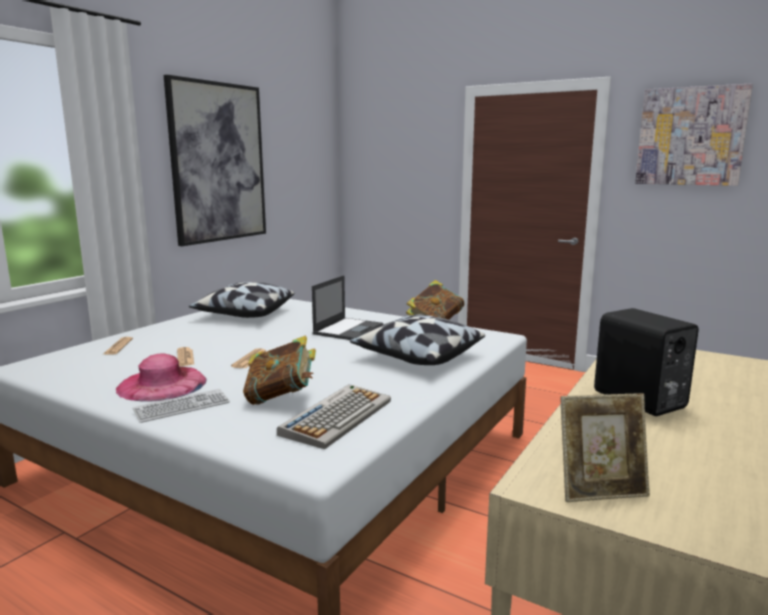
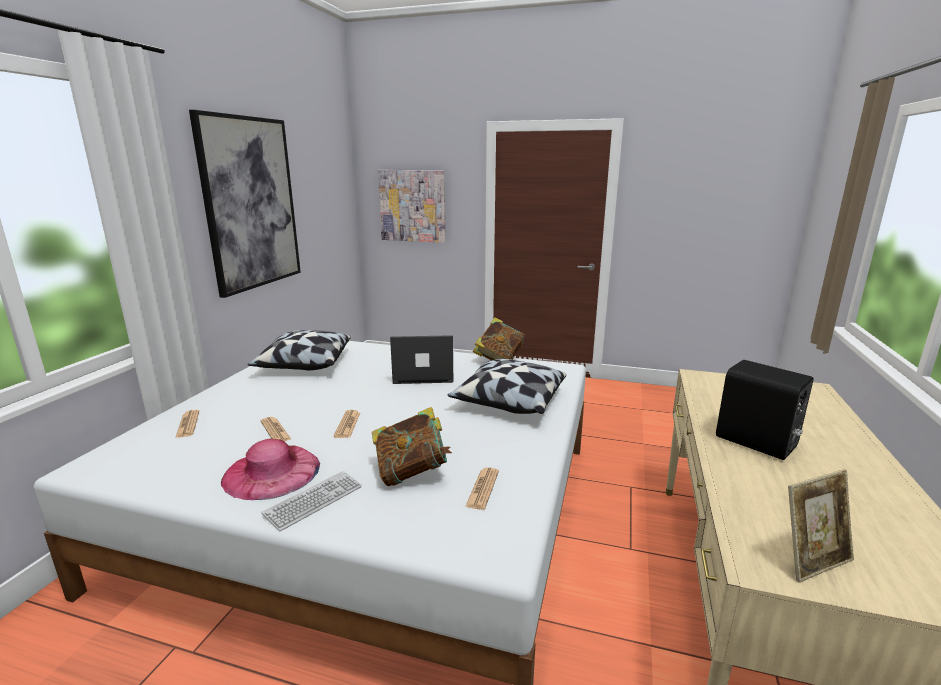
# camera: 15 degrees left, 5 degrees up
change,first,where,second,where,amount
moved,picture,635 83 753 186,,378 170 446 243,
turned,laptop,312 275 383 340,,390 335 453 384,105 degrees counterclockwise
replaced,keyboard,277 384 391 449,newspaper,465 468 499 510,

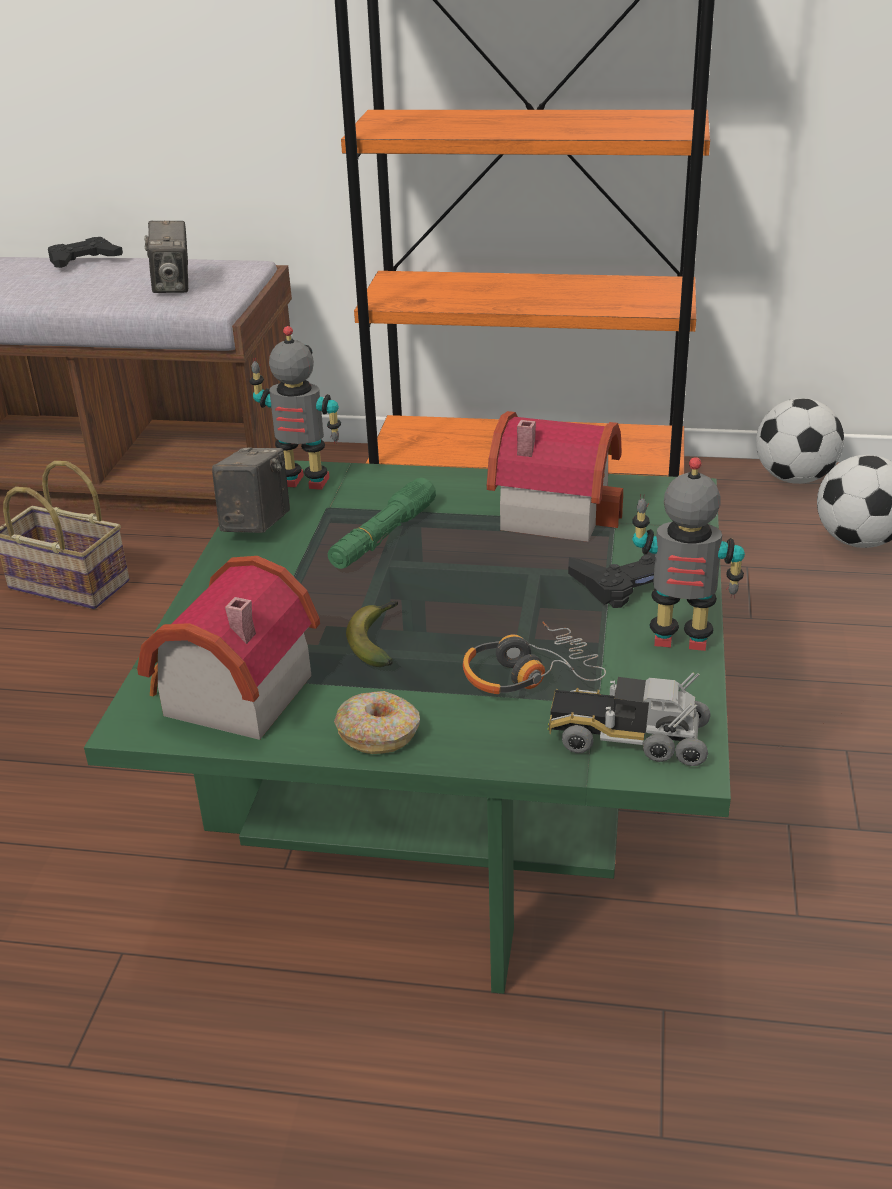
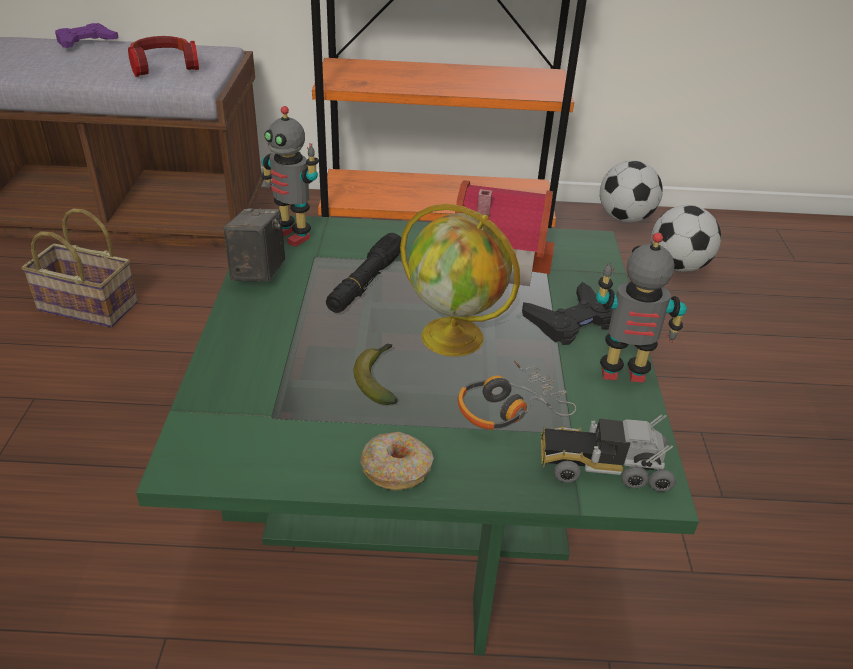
# camera: 10 degrees left, 5 degrees up
change,first,where,second,where,amount
replaced,photo camera,144 221 188 293,headphones,128 36 199 77,
recoloured,game controller (black),48 237 123 268,game controller (purple),55 23 118 48,
turned,toy robot,249 326 341 490,,261 106 319 247,150 degrees counterclockwise
recoloured,flashlight (green),328 478 436 569,flashlight (black),326 233 401 313,
removed,toy house,137 556 320 740,,,
added,,,globe,400 204 520 357,

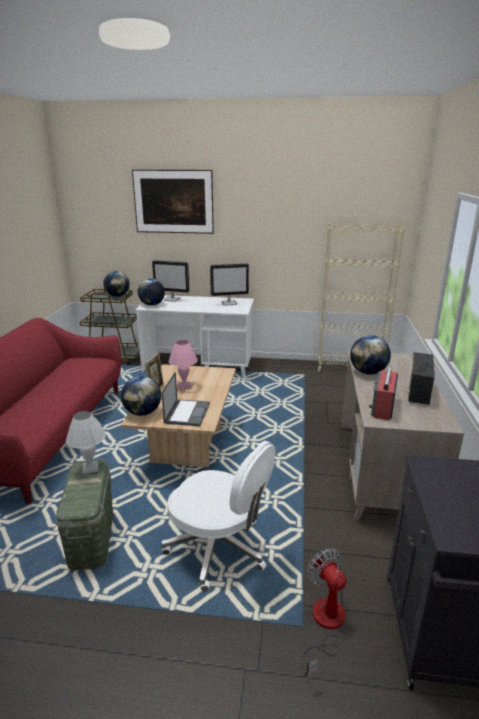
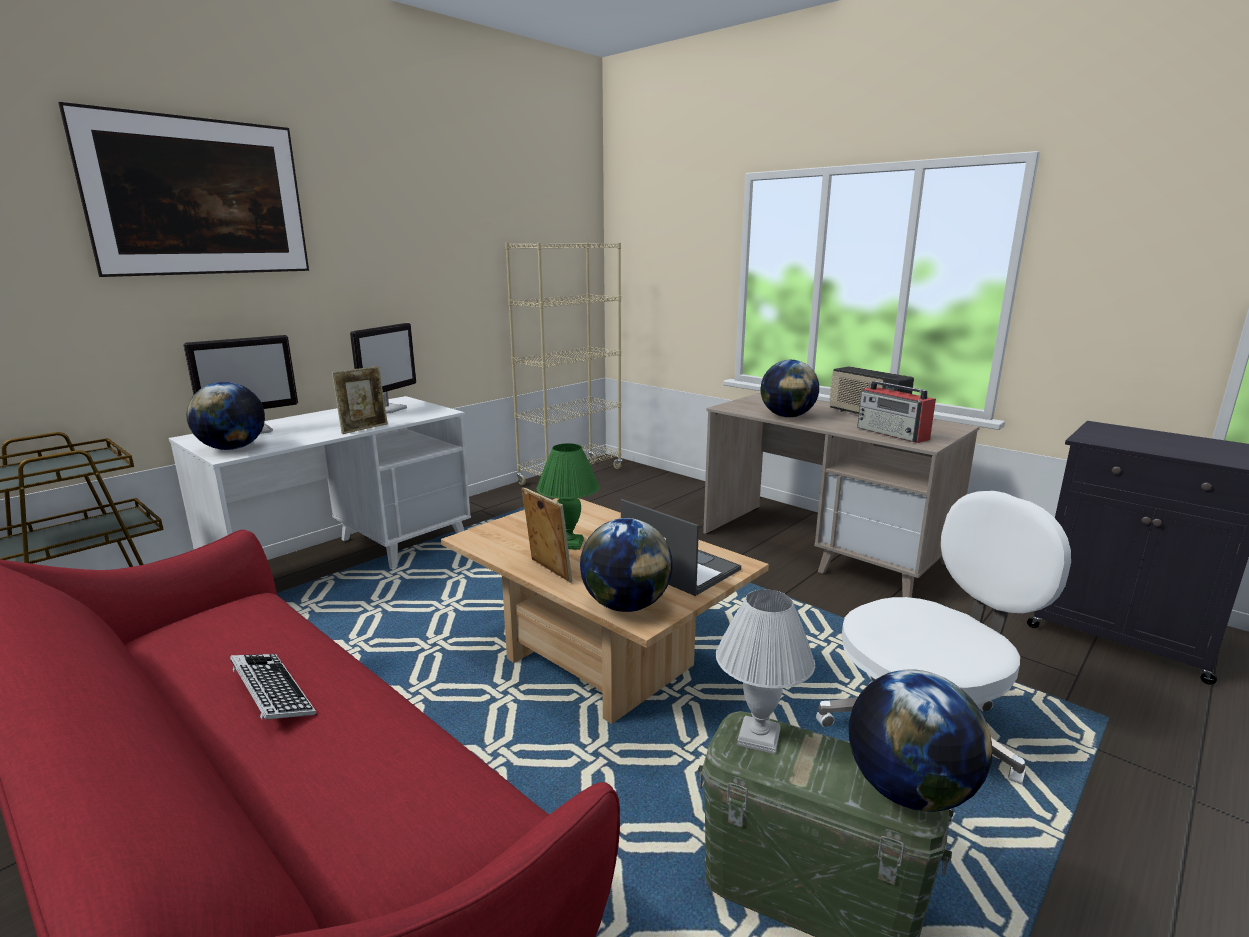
# camera: 55 degrees left, 5 degrees down
change,first,where,second,where,amount
moved,globe,103 271 130 297,,849 669 992 812,
recoloured,table lamp (pink),168 340 198 390,table lamp (green),537 443 600 550,
removed,fan,302 548 347 676,,,
added,,,picture frame,332 366 388 434,
added,,,keyboard,230 654 316 720,

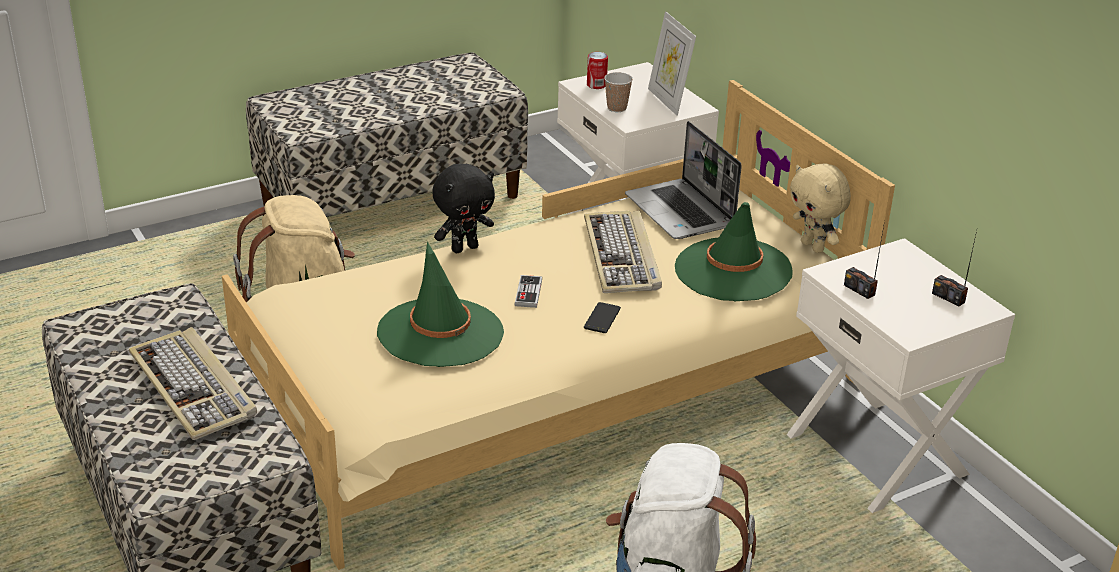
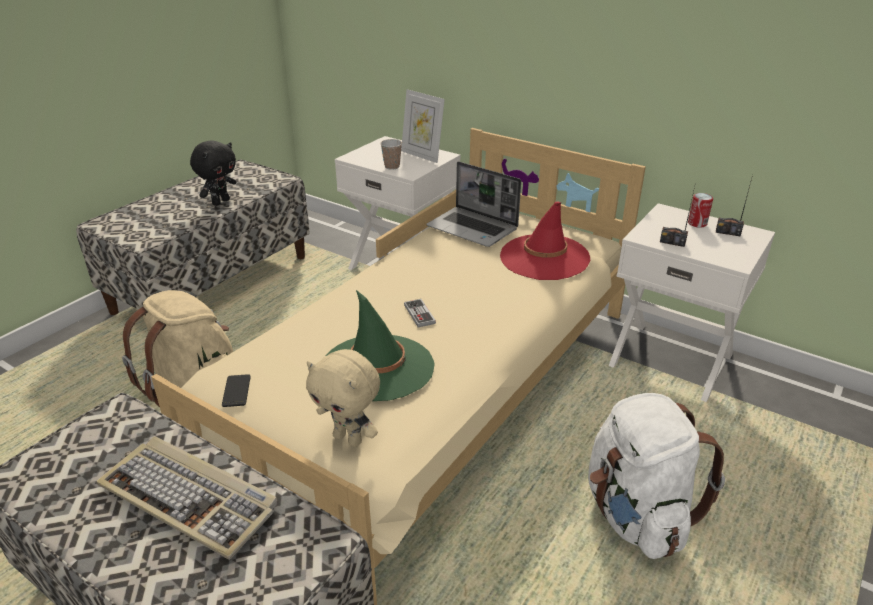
# camera: 25 degrees left, 0 degrees up
change,first,where,second,where,amount
moved,can,587 52 608 89,,688 193 713 228,
moved,plush toy (beige),790 163 851 253,,306 349 380 447,
moved,plush toy (black),432 164 495 253,,190 140 236 206,
recoloured,hat (green),675 202 793 301,hat (red),500 202 590 280,
removed,keyboard,584 211 662 293,,,
moved,phone,584 302 621 333,,222 374 251 407,

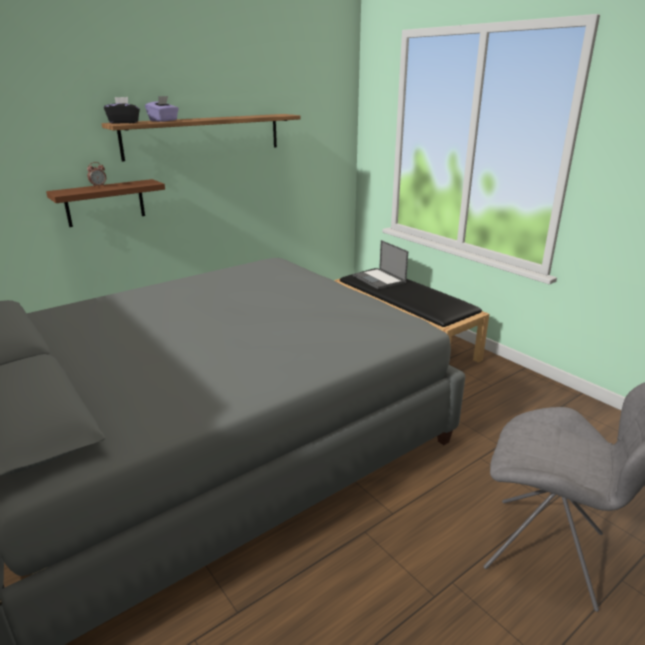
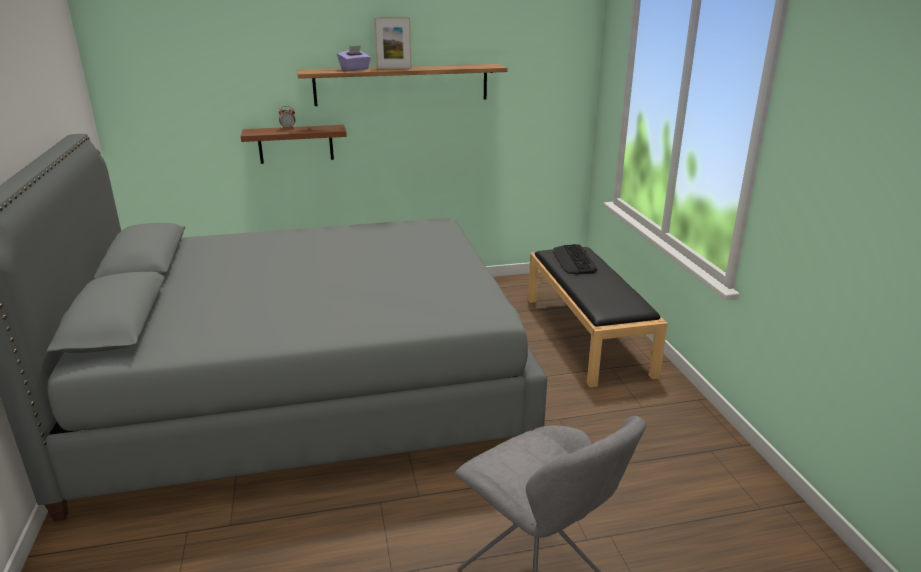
# camera: 25 degrees right, 0 degrees up
change,first,where,second,where,amount
removed,tissue box (black),104 97 140 124,,,
replaced,laptop,353 240 408 289,keyboard,553 244 597 274,
added,,,picture frame,374 17 412 69,

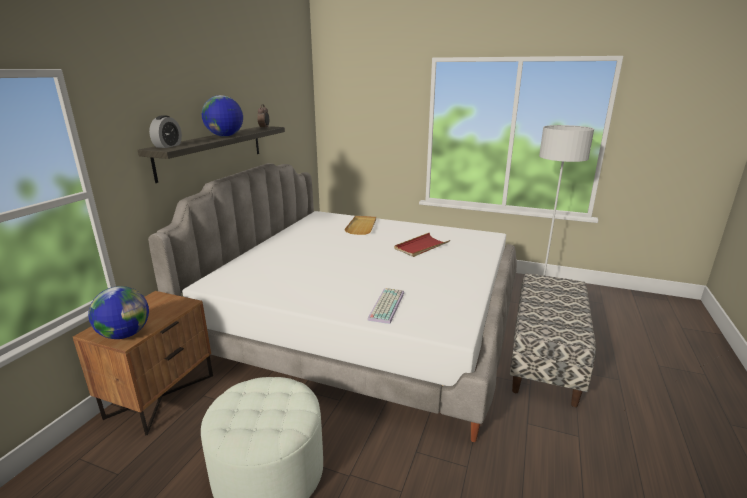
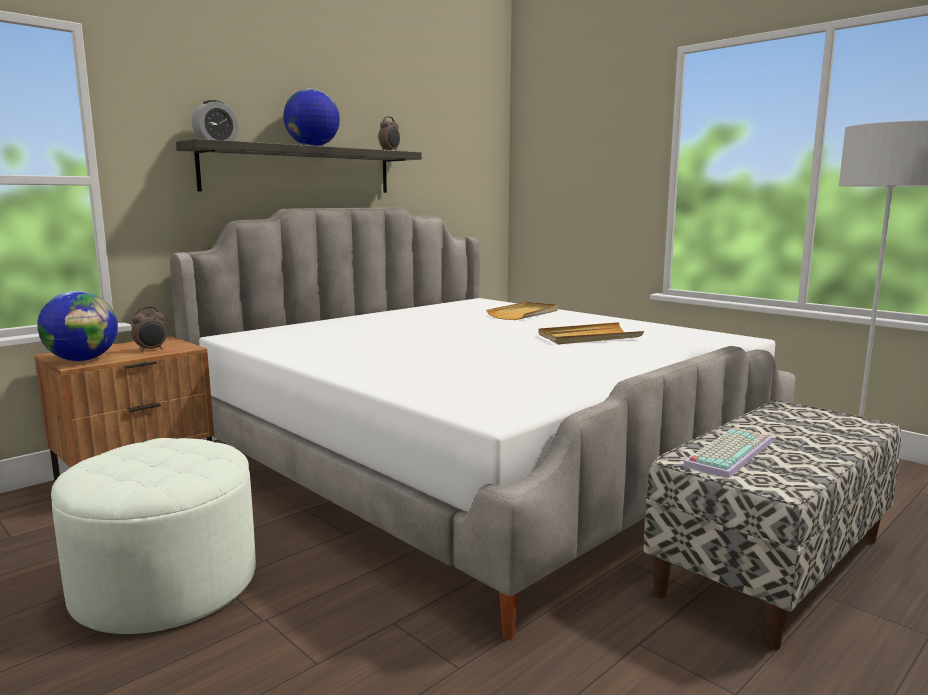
# camera: 25 degrees right, 10 degrees down
change,first,where,second,where,amount
recoloured,tray (red),394 233 450 257,tray (beige),538 322 644 345,
moved,keyboard,367 288 404 324,,683 427 773 478,
added,,,alarm clock,131 307 167 352,

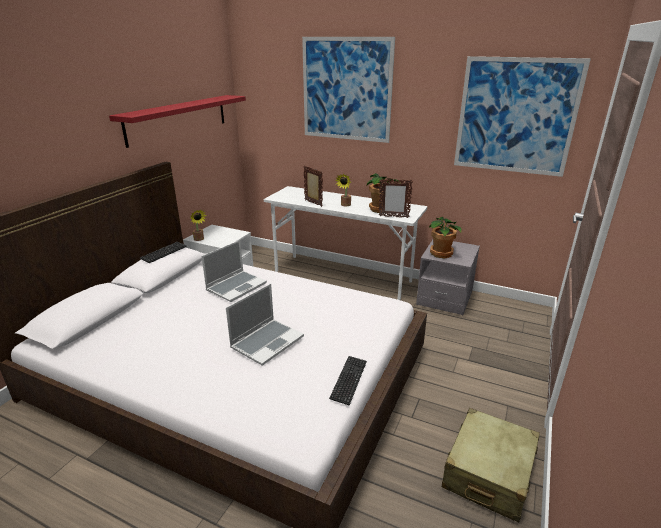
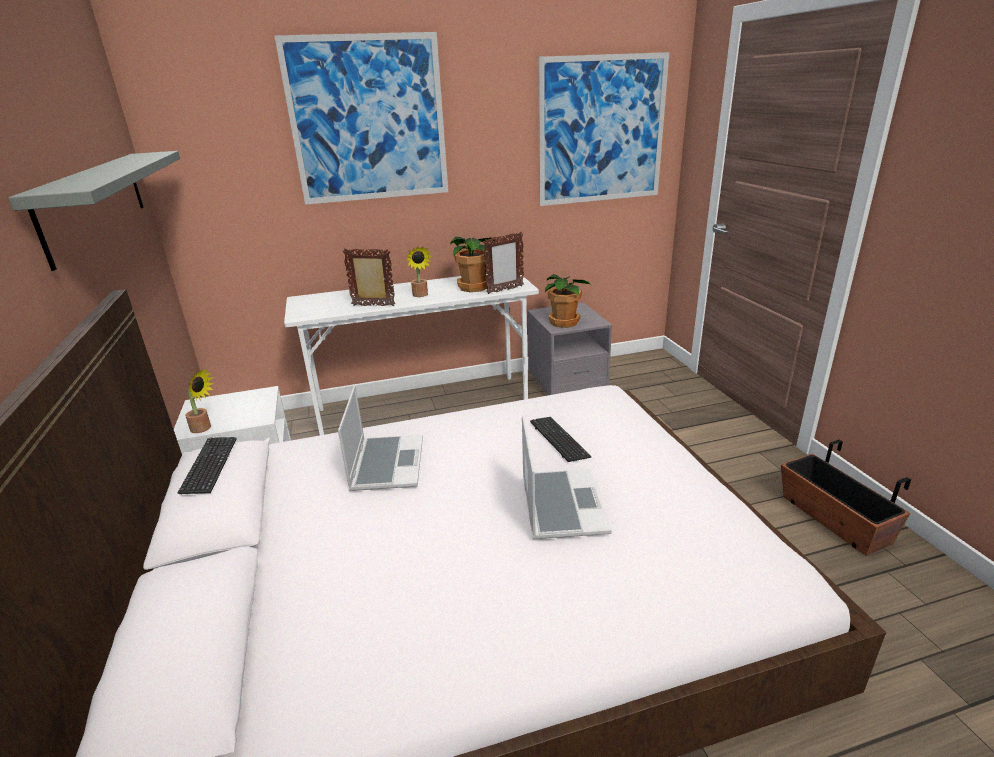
# camera: 40 degrees left, 0 degrees up
change,first,where,second,where,amount
recoloured,shelf (red),109 95 246 148,shelf (grey),8 151 180 271,
moved,keyboard,329 356 367 406,,530 417 591 462,
replaced,suitcase (beige),442 408 540 522,planter,781 440 911 555,

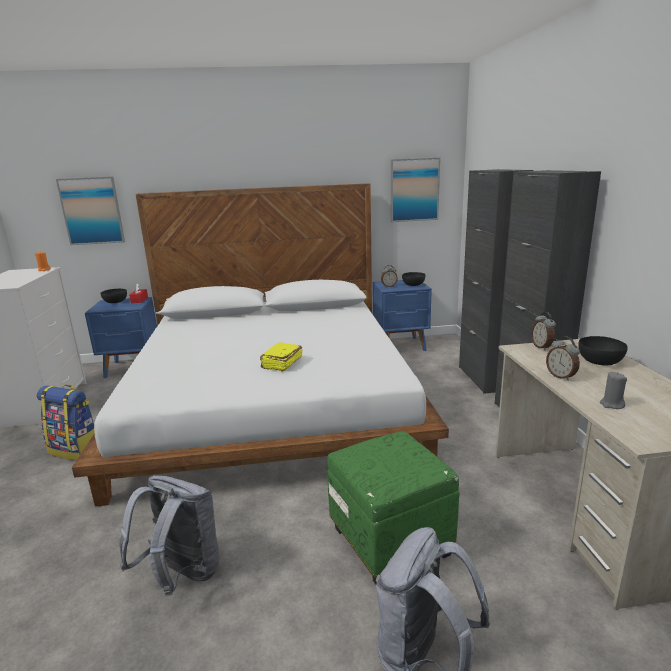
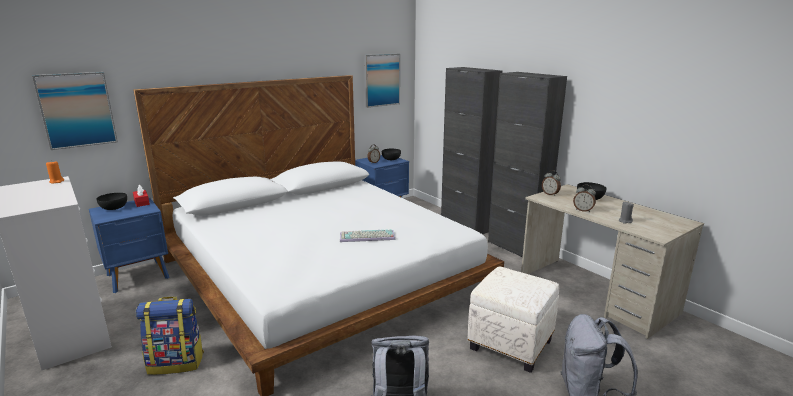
# camera: 30 degrees left, 0 degrees up
change,first,where,second,where,amount
replaced,book (yellow),260 343 303 372,keyboard,340 229 396 242,
recoloured,ottoman (green),327 431 460 584,ottoman (white),467 267 559 373,

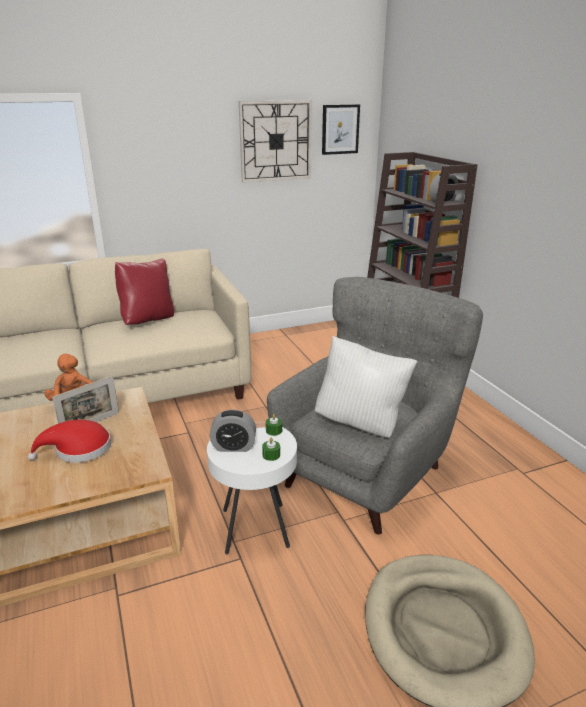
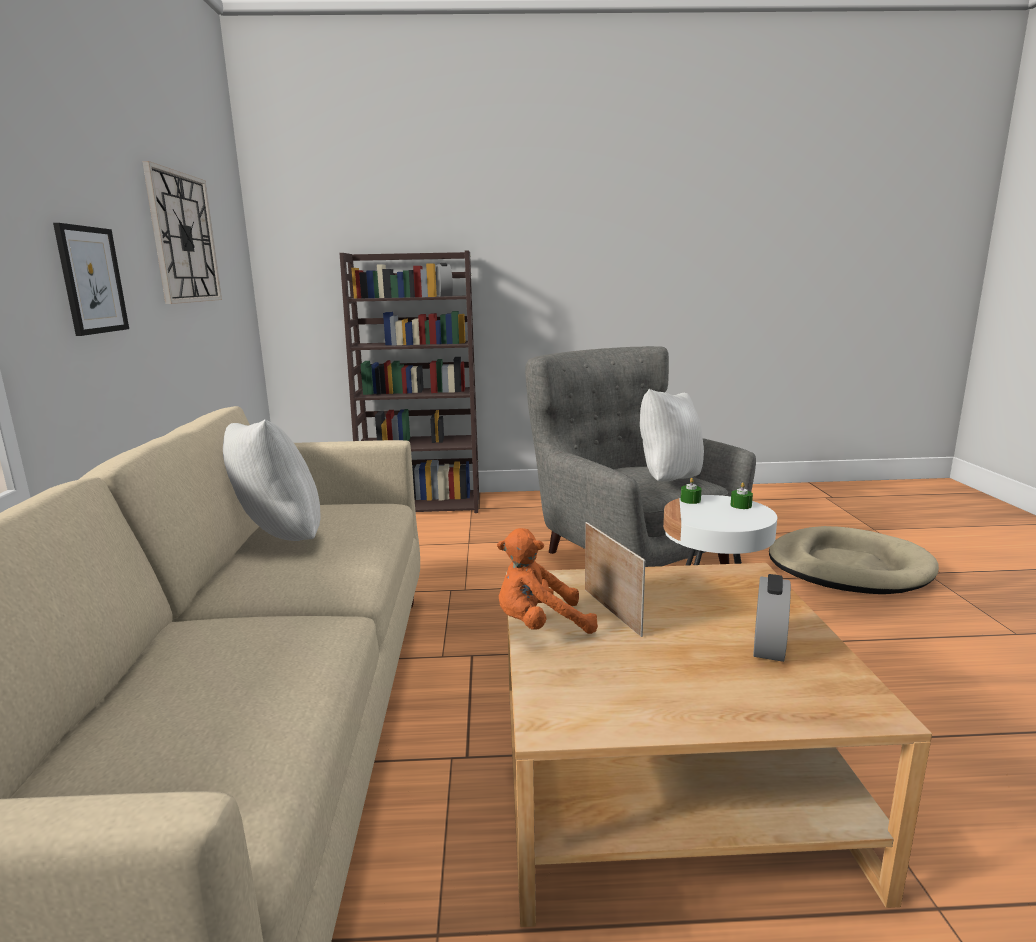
# camera: 70 degrees left, 10 degrees down
change,first,where,second,where,amount
moved,picture,322 104 360 155,,53 223 129 336,
recoloured,pillow (red),115 258 174 325,pillow (white),223 419 321 541,
moved,alarm clock,210 410 256 452,,753 574 791 662,
removed,hat (red),28 420 111 463,,,

